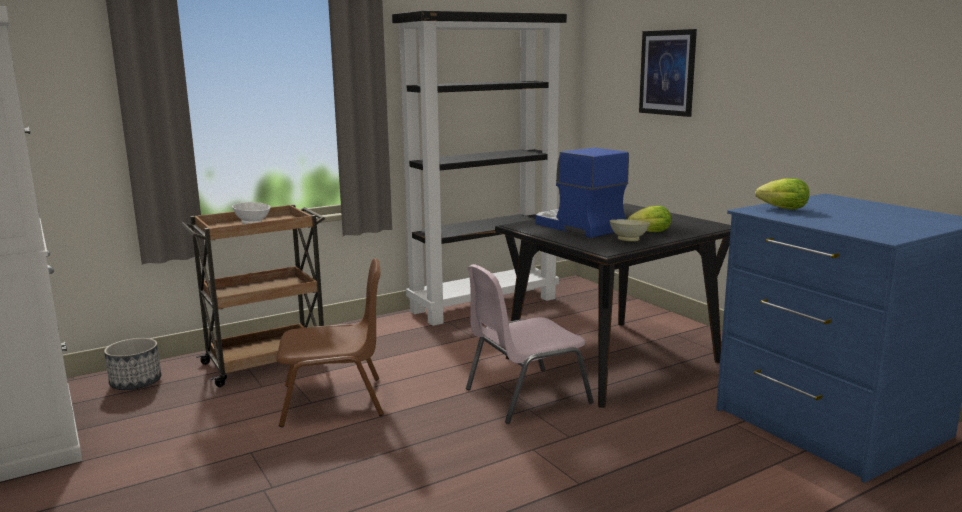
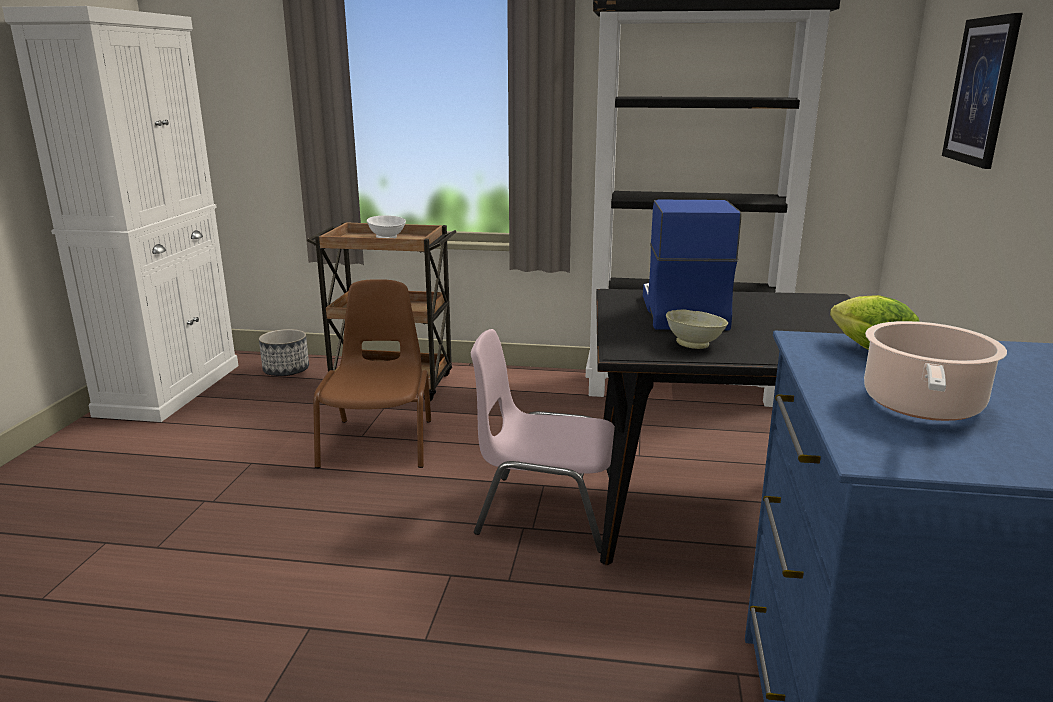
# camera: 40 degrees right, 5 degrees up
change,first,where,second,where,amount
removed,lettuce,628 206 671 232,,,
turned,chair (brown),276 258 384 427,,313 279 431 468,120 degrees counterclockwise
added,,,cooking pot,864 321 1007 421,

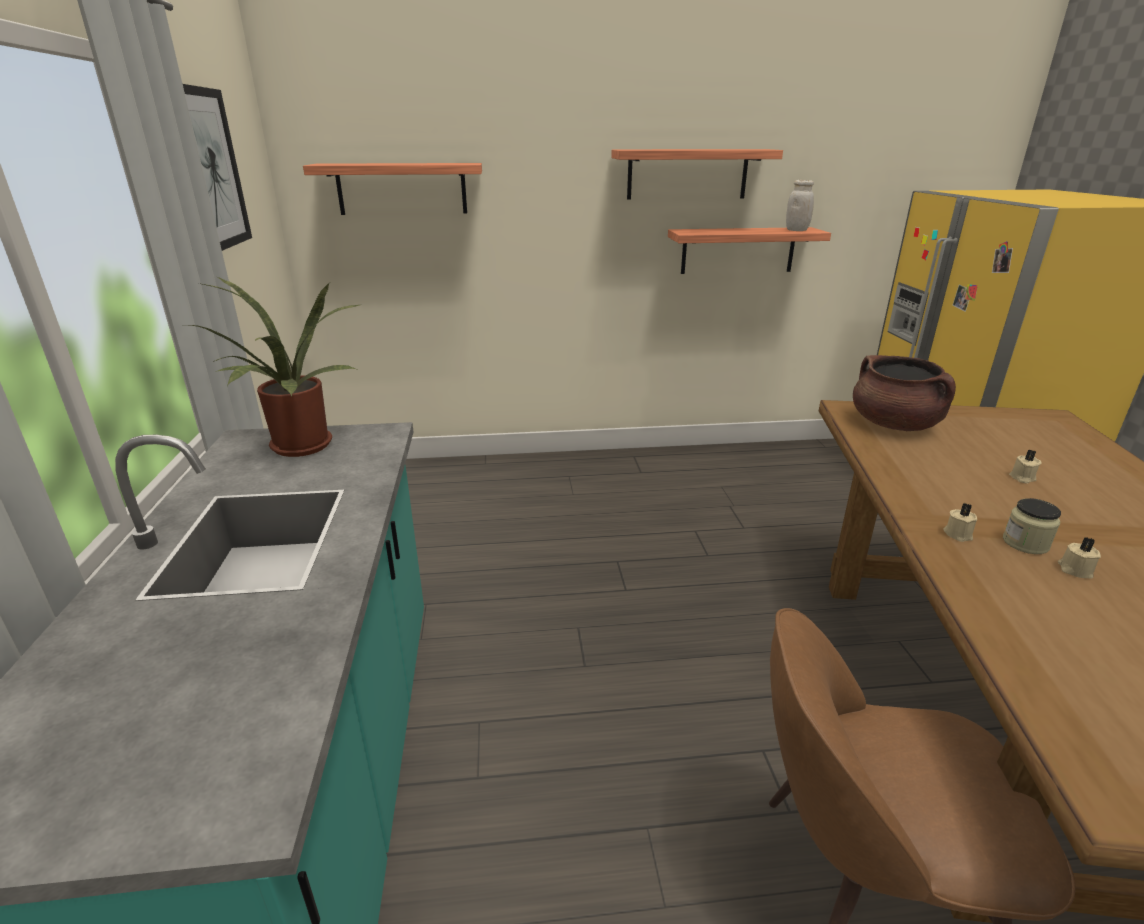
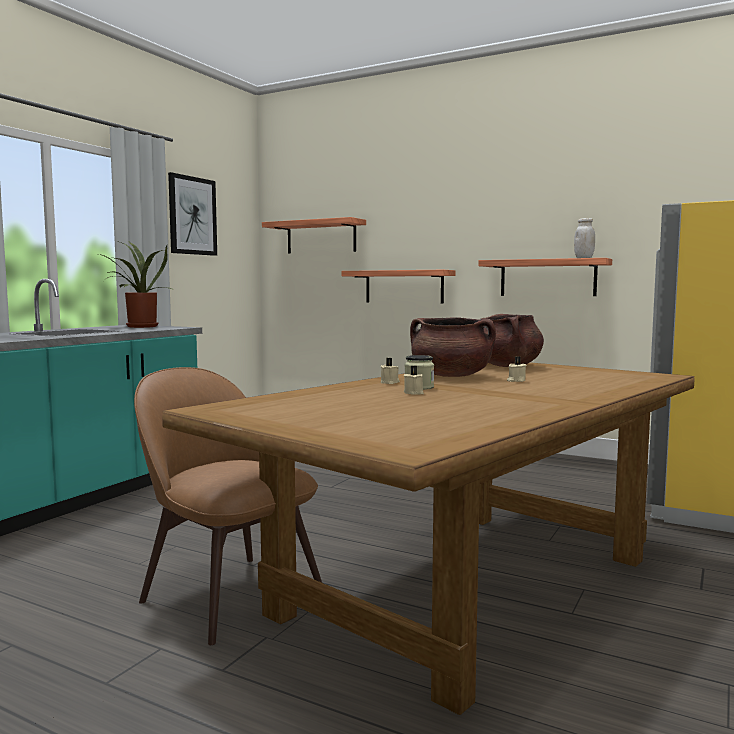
# camera: 35 degrees right, 20 degrees down
change,first,where,second,where,amount
moved,shelf,611 149 783 200,,341 270 456 303,
added,,,cooking pot (brown),410 317 496 377,

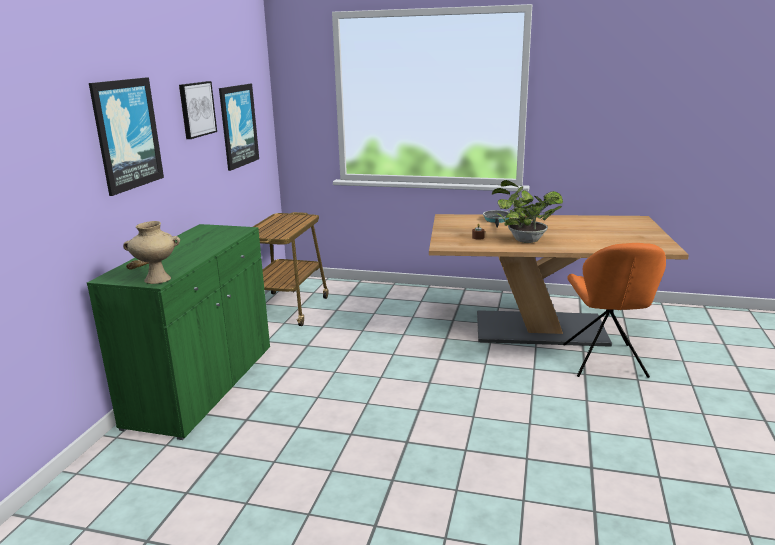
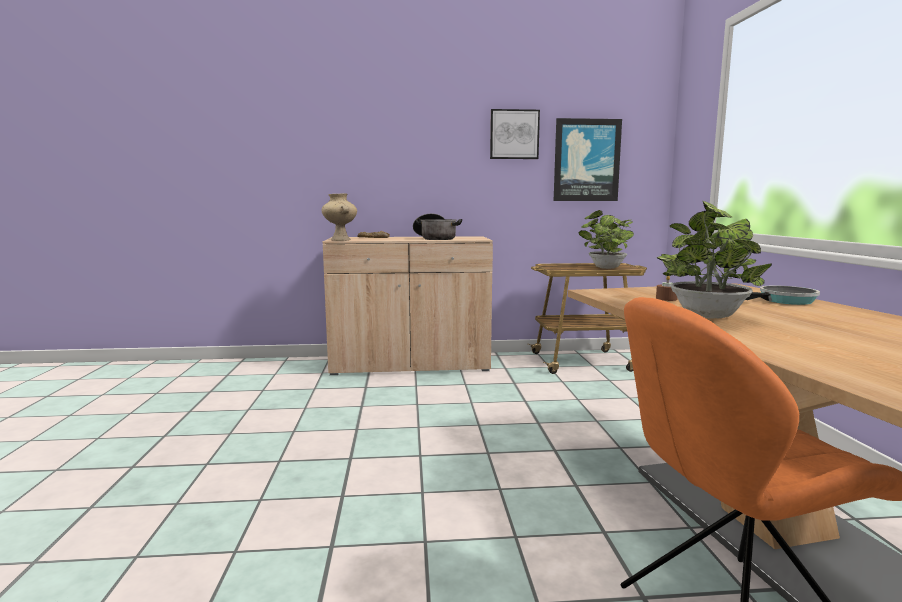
# camera: 70 degrees right, 10 degrees down
change,first,where,second,where,amount
removed,picture,89 77 164 196,,,
recoloured,cabinet (green),87 224 270 440,cabinet (beige),323 236 493 375,
added,,,potted plant,579 210 634 269,
added,,,cooking pot,413 213 462 240,

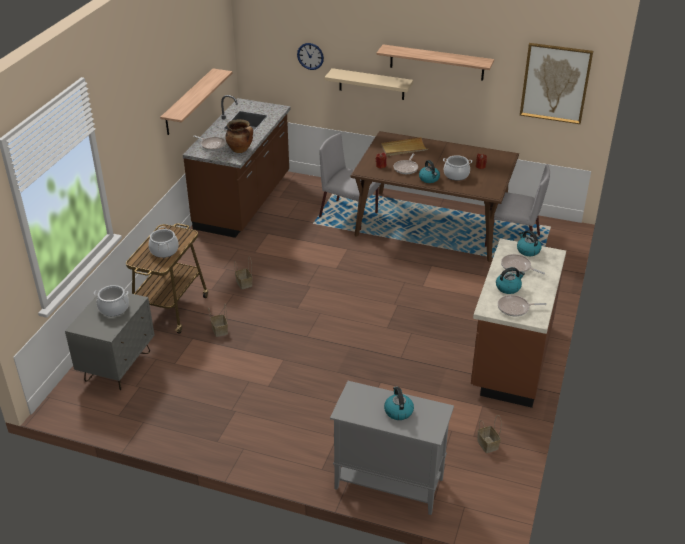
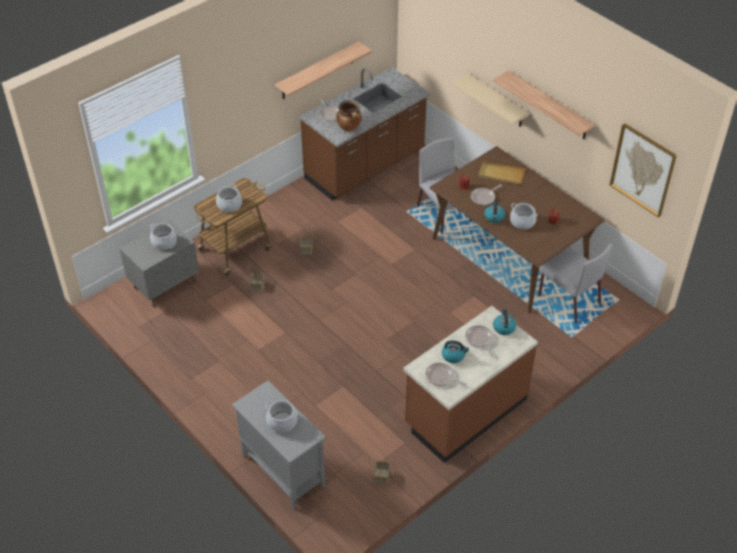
# camera: 30 degrees right, 10 degrees up
change,first,where,second,where,amount
removed,wall clock,297 43 324 70,,,
replaced,kettle,384 386 414 420,cooking pot,265 400 297 432,

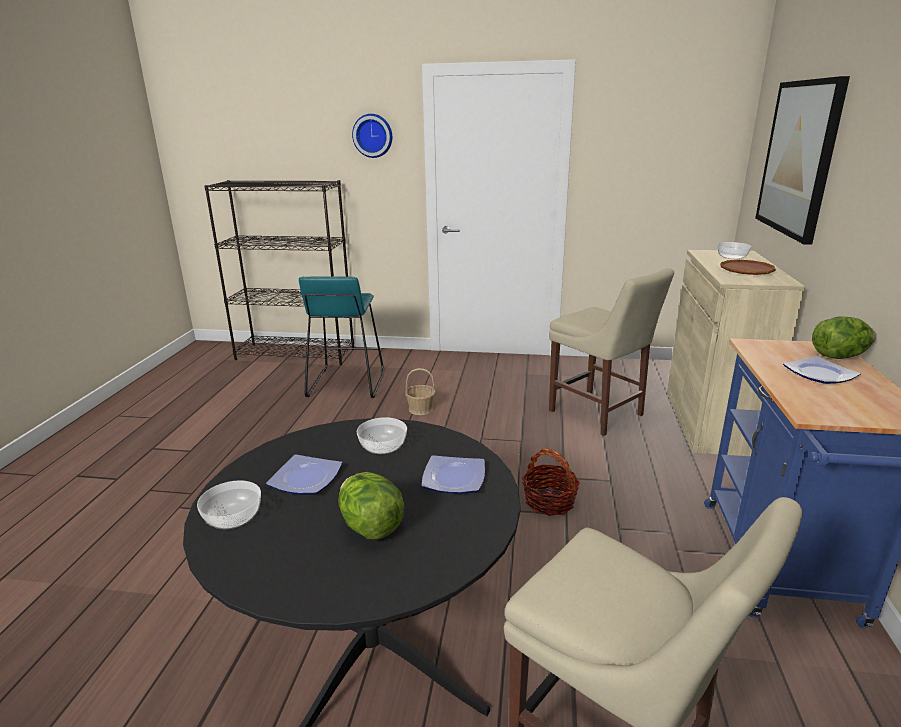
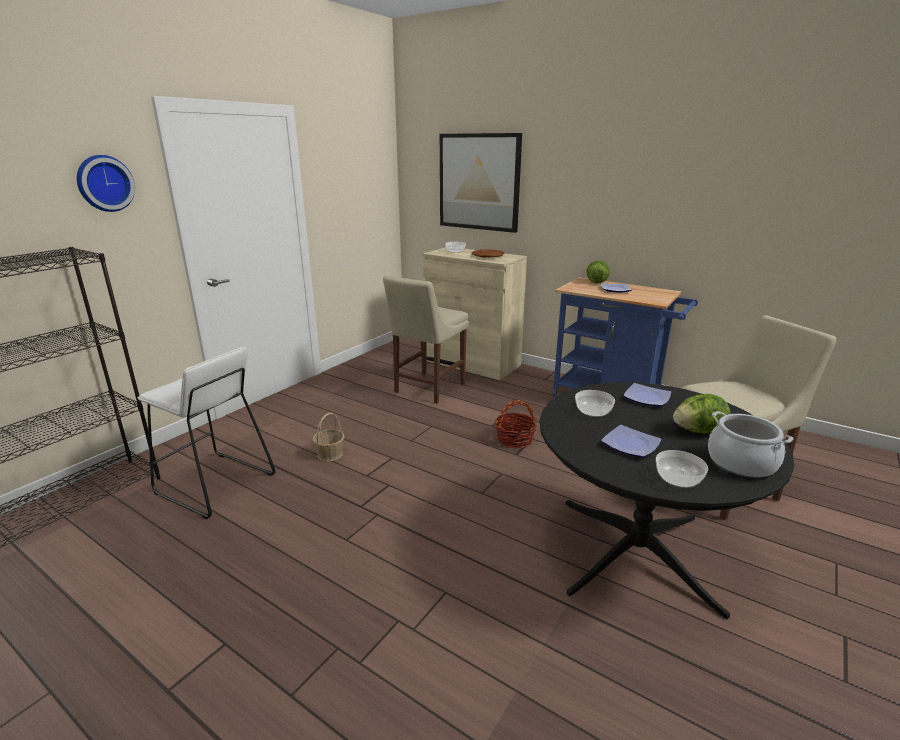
# camera: 65 degrees left, 0 degrees up
change,first,where,second,where,amount
turned,chair (beige),549 268 674 436,,383 275 469 404,135 degrees clockwise
recoloured,stool (turquoise),299 276 384 398,stool (white),138 347 275 519,
added,,,cooking pot,708 411 793 478,

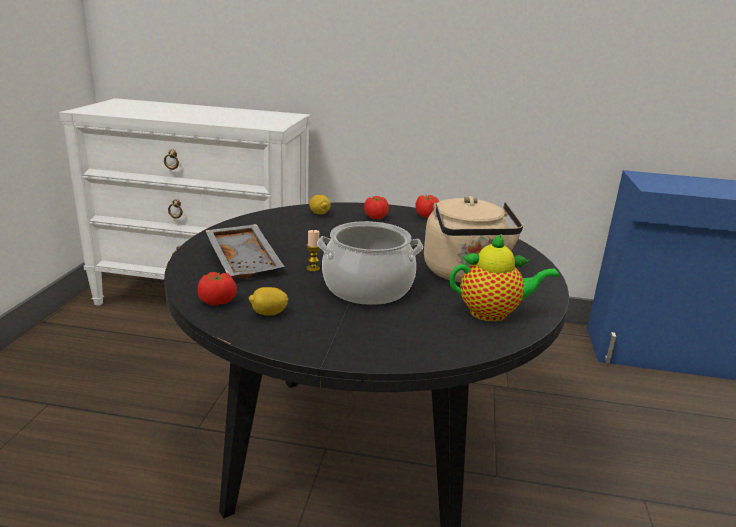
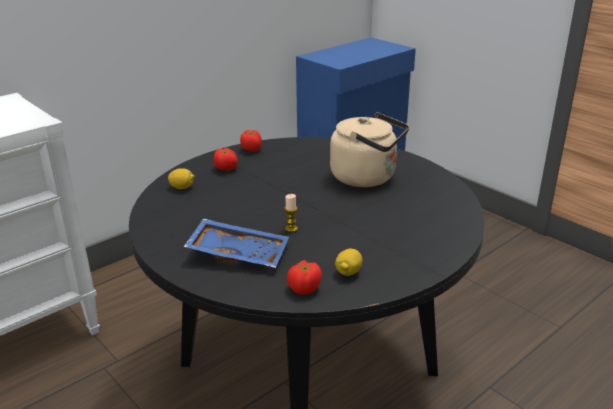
# camera: 50 degrees left, 5 degrees up
change,first,where,second,where,amount
removed,cooking pot,317 221 423 305,,,
recoloured,tray (grey),206 224 285 279,tray (blue),184 218 289 268,
removed,teapot,450 234 559 322,,,

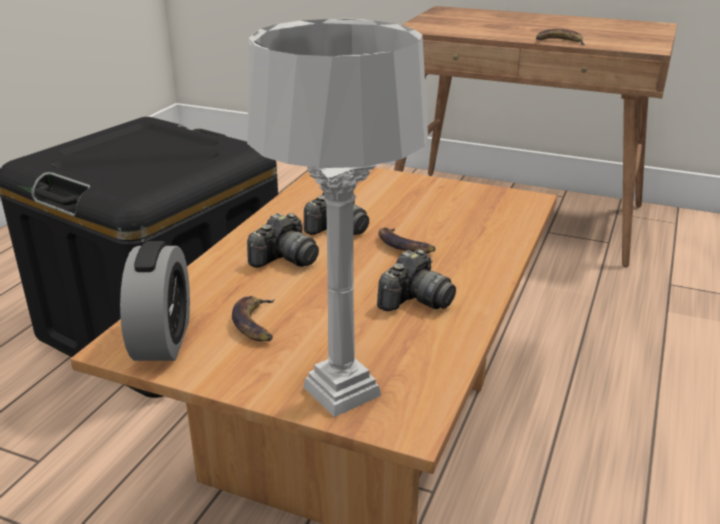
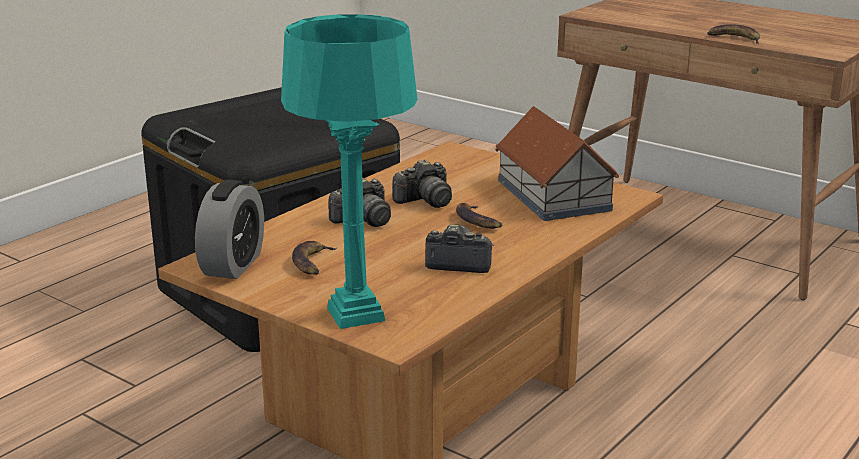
# camera: 15 degrees right, 5 degrees down
change,first,where,second,where,amount
recoloured,table lamp (grey),247 19 428 417,table lamp (turquoise),281 14 418 329,
turned,photo camera,377 249 456 311,,425 224 494 273,135 degrees counterclockwise
added,,,toy house,495 106 619 221,

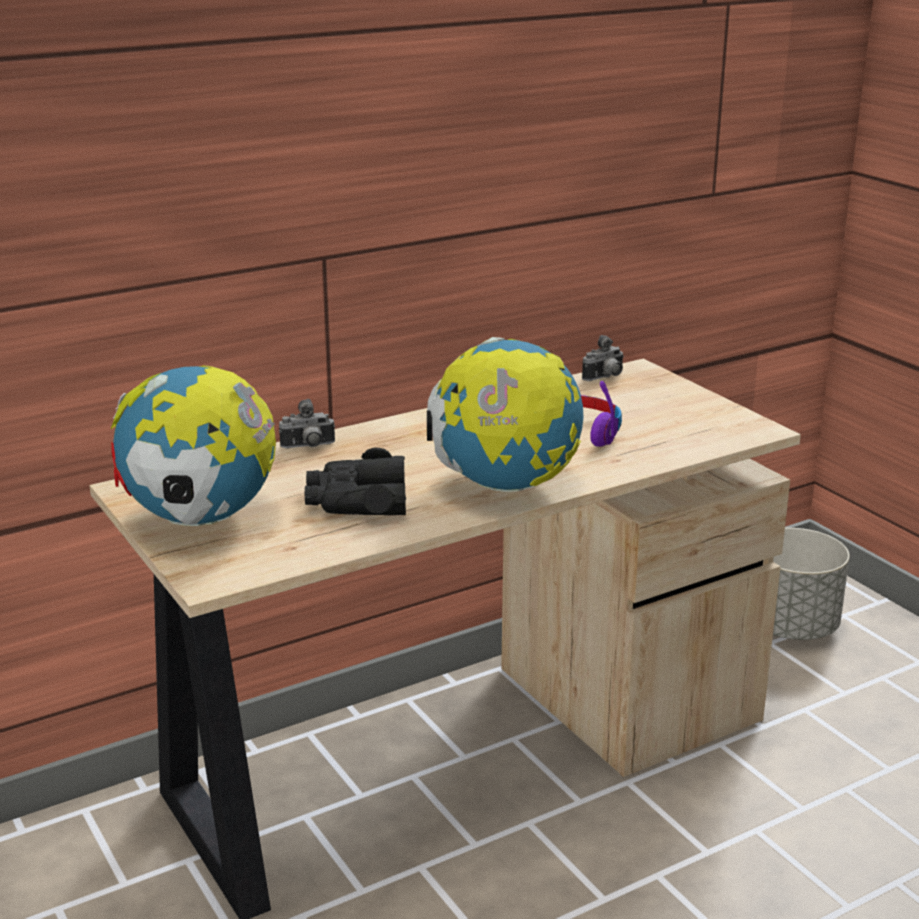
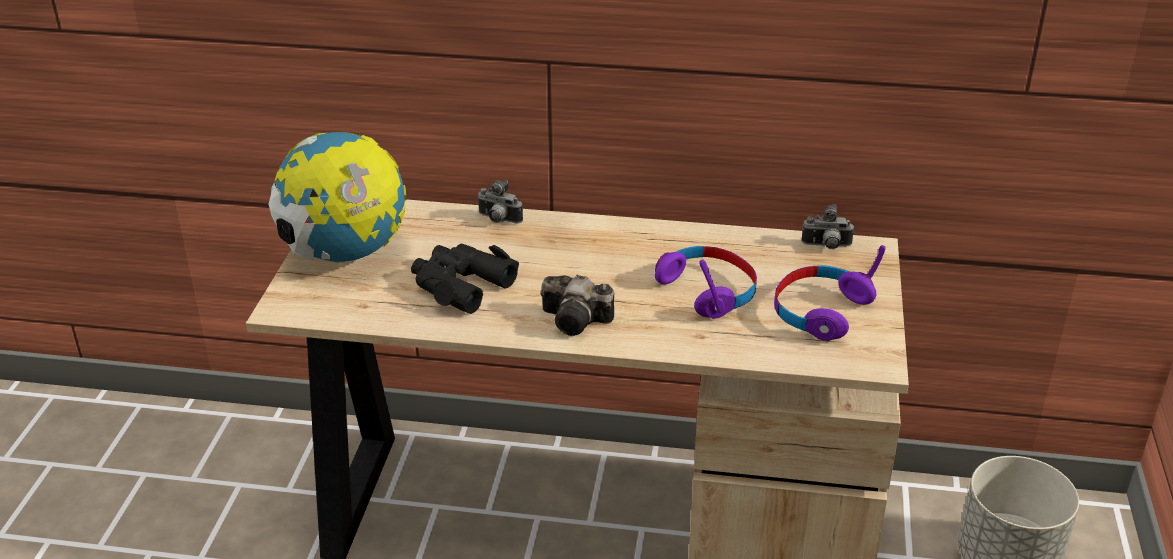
# camera: 40 degrees right, 10 degrees up
change,first,where,second,where,amount
replaced,globe,427 337 583 492,photo camera,541 275 614 336,
added,,,headphones (purple),774 245 886 341,

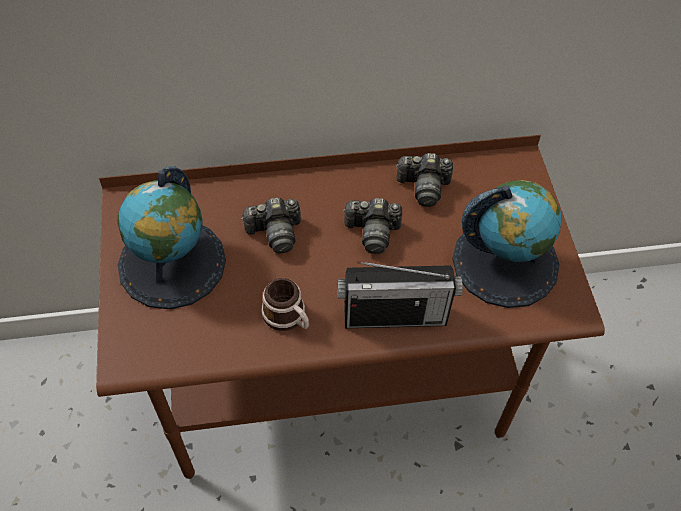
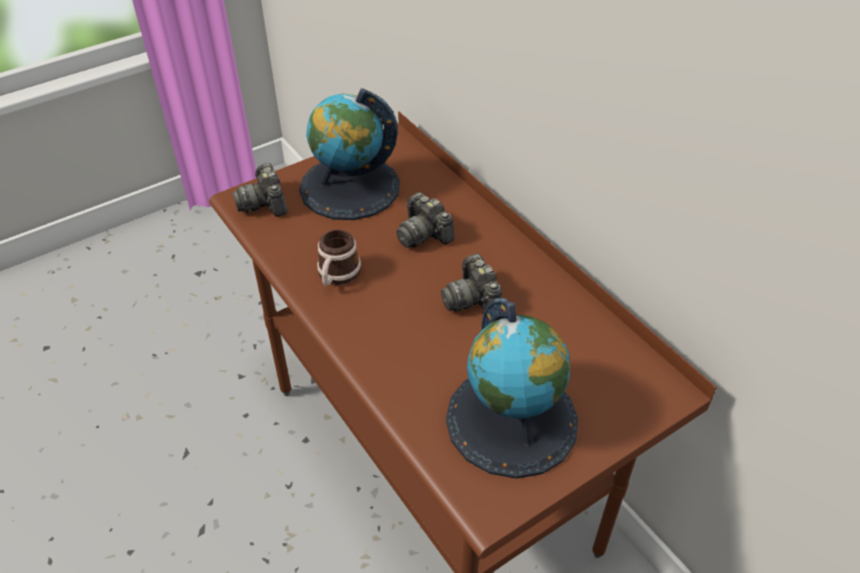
# camera: 65 degrees right, 10 degrees down
change,first,where,second,where,amount
moved,photo camera,396 153 453 207,,232 163 287 217,
removed,radio,337 261 463 328,,,

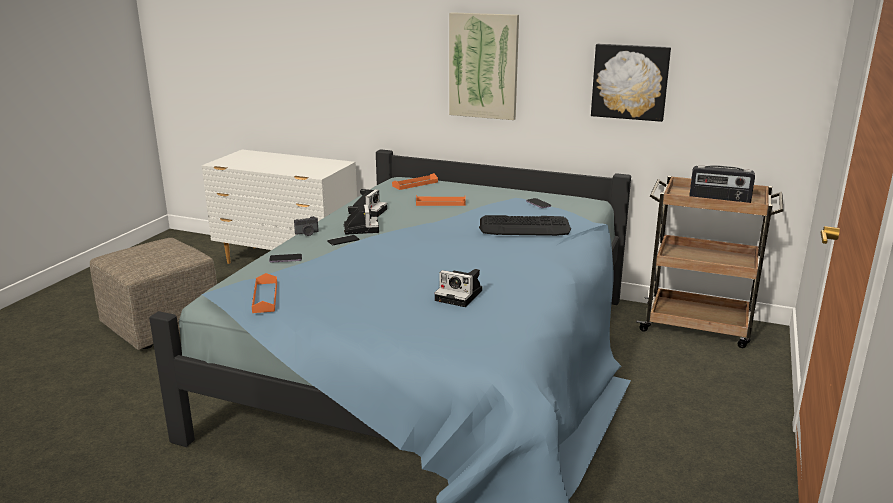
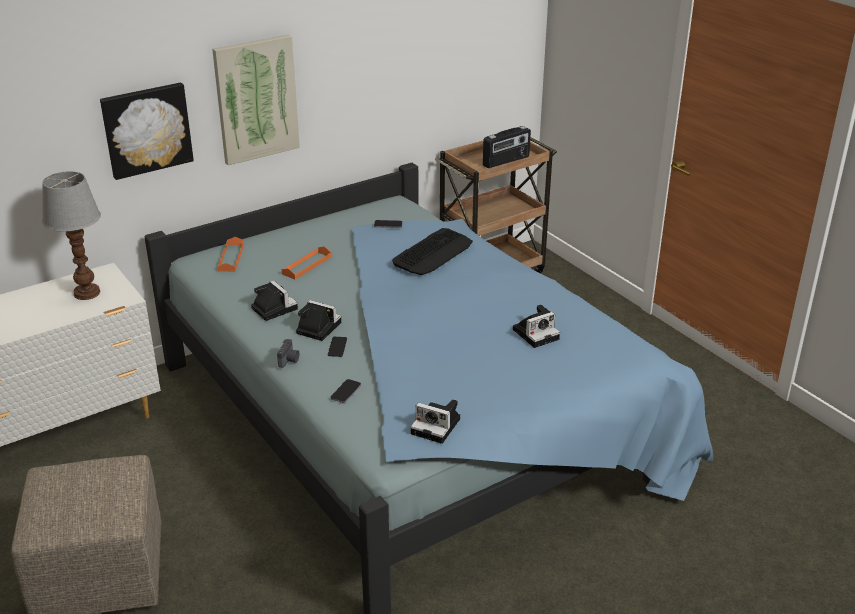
# camera: 55 degrees left, 10 degrees up
change,first,where,second,where,amount
moved,picture,591 44 671 122,,100 83 194 180,
replaced,tray (orange),252 273 277 313,photo camera,410 399 460 444,
added,,,table lamp,42 171 101 300,

